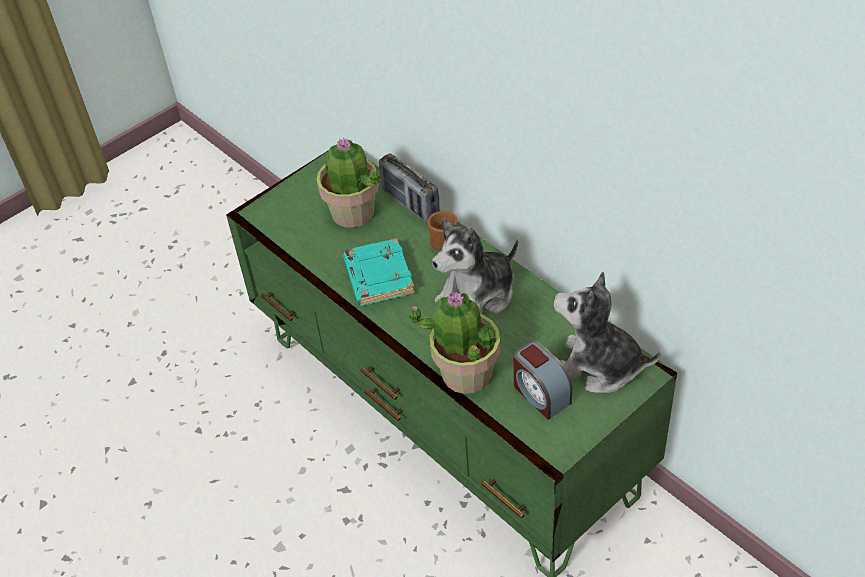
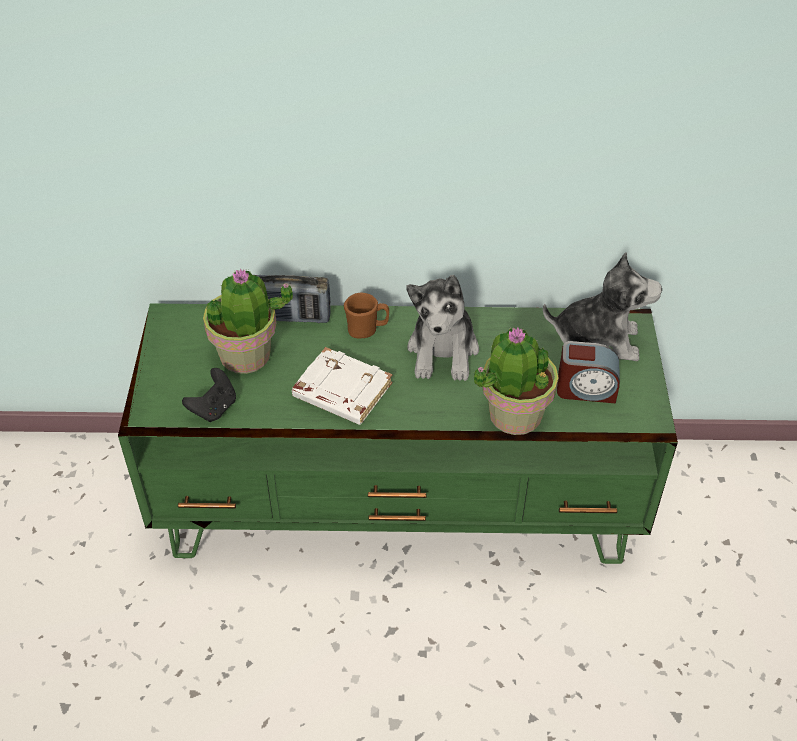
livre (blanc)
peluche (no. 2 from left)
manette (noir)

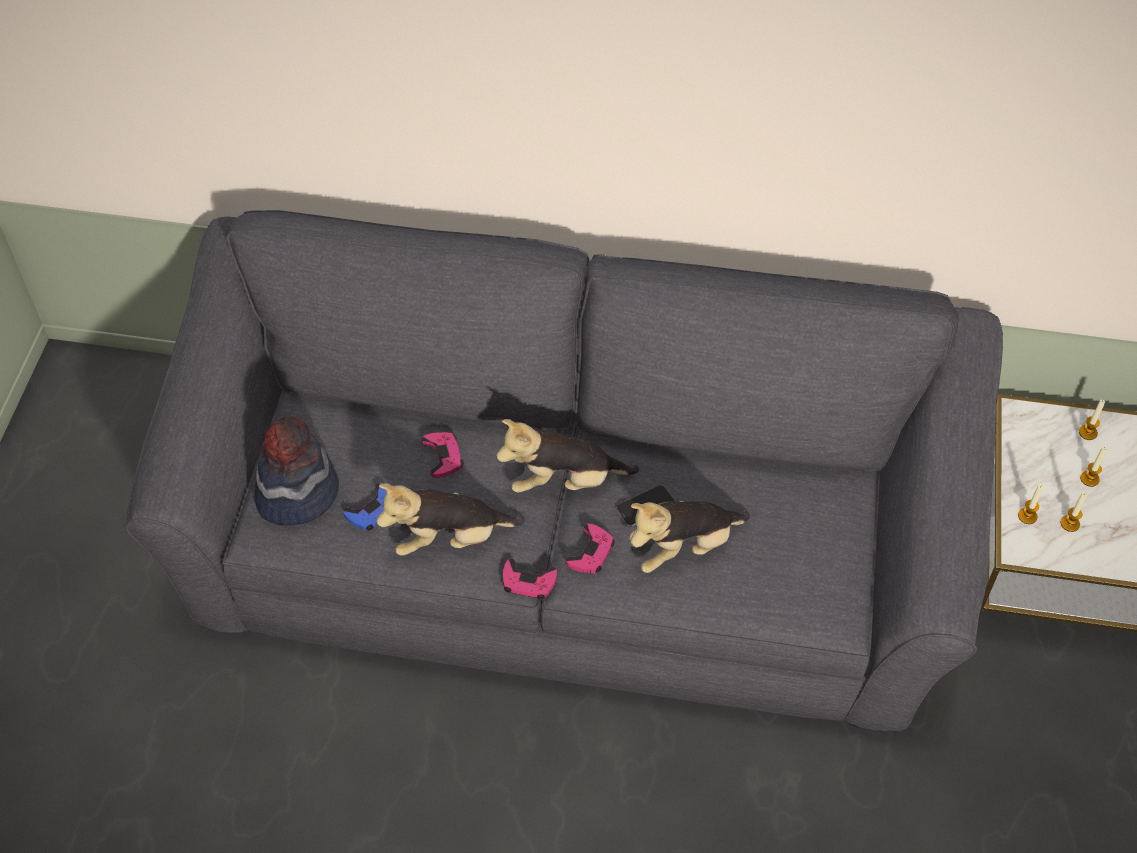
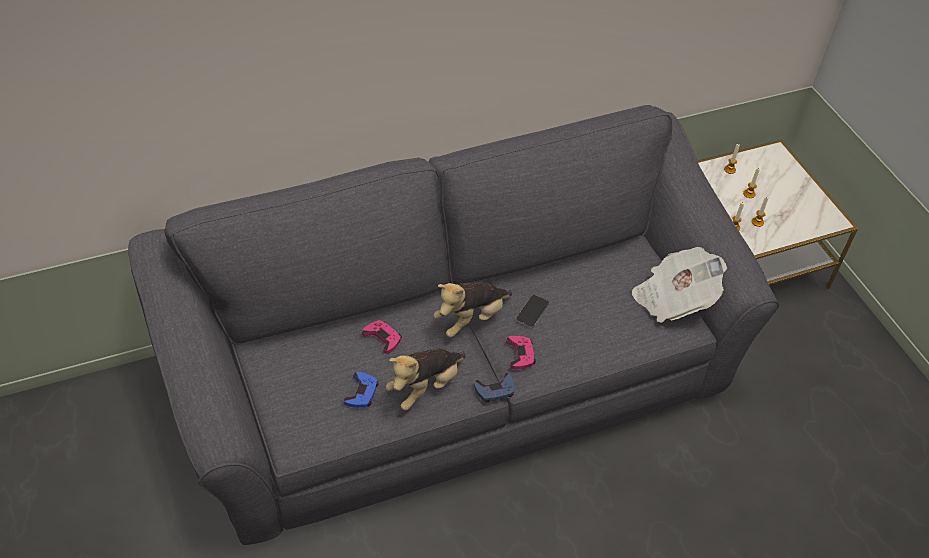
chapeau
peluche (no. 3 from left in the first image)
manette (bleu) (no. 2 from left)
journal

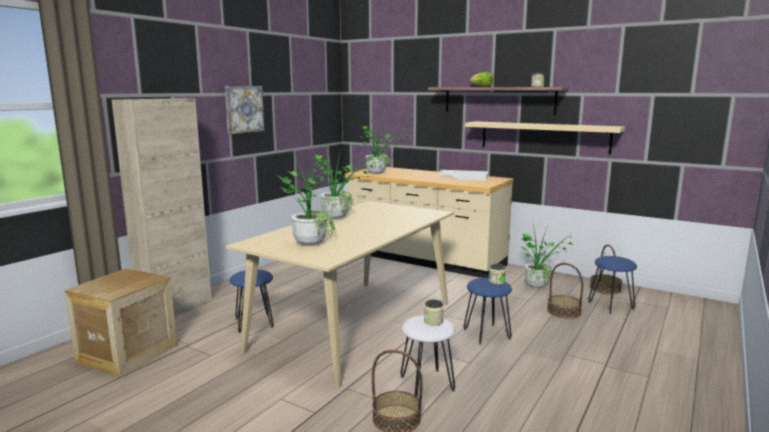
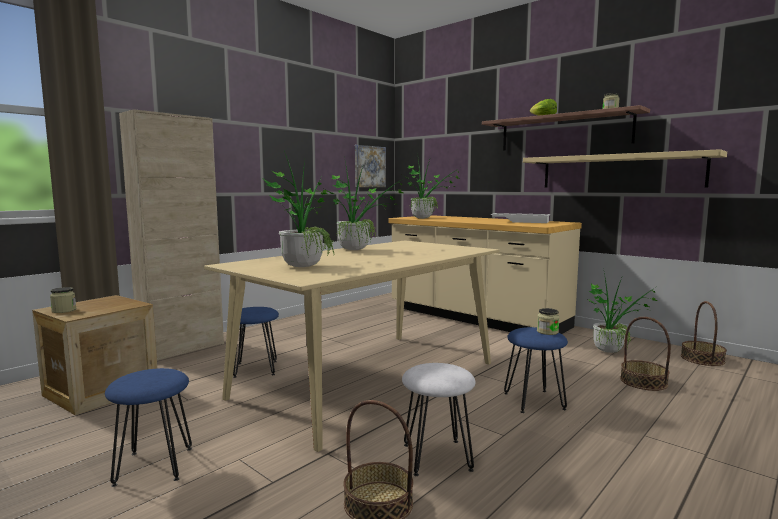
tableau
tabouret (bleu) (no. 1 from left)
bocal (no. 1 from left)

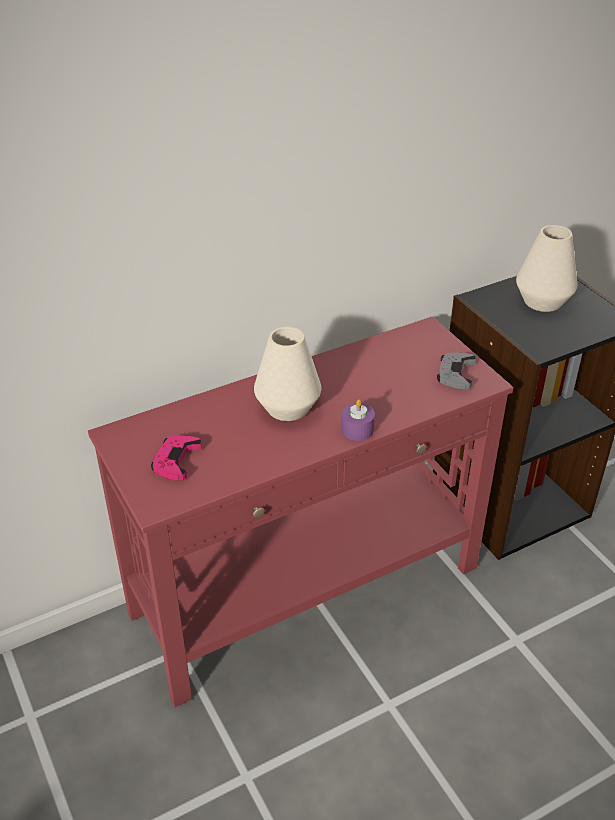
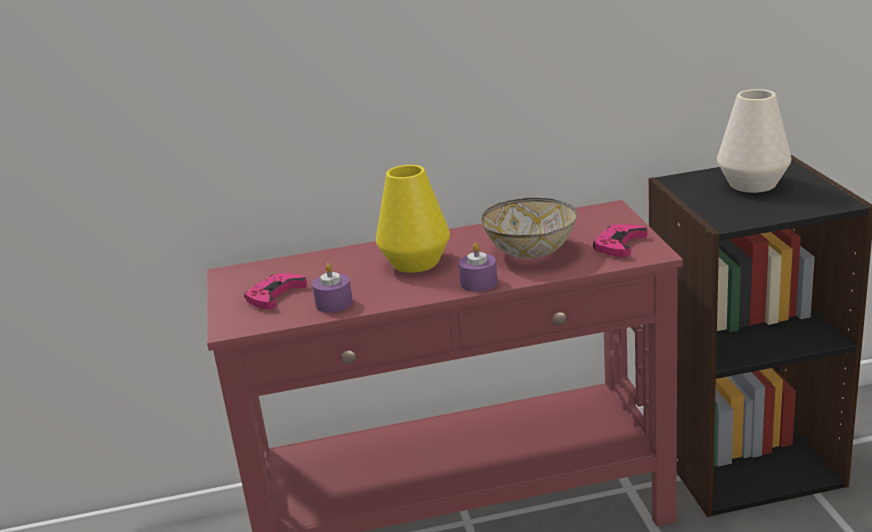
vase (jaune)
manette (rose) (no. 2 from left)
bol
bougie (violet) (no. 1 from left)

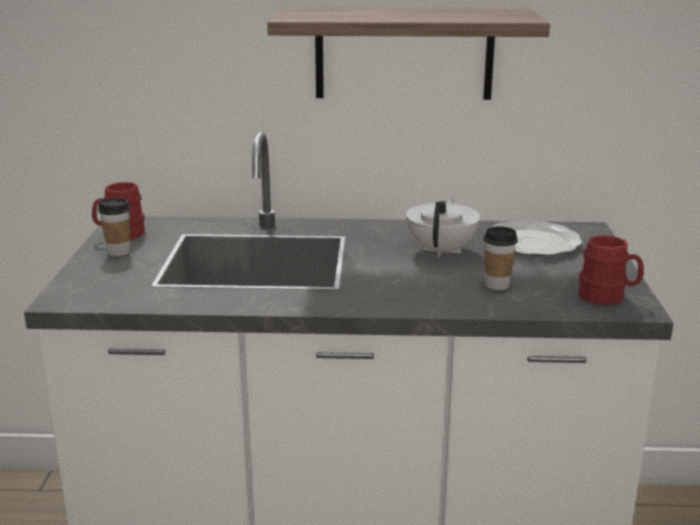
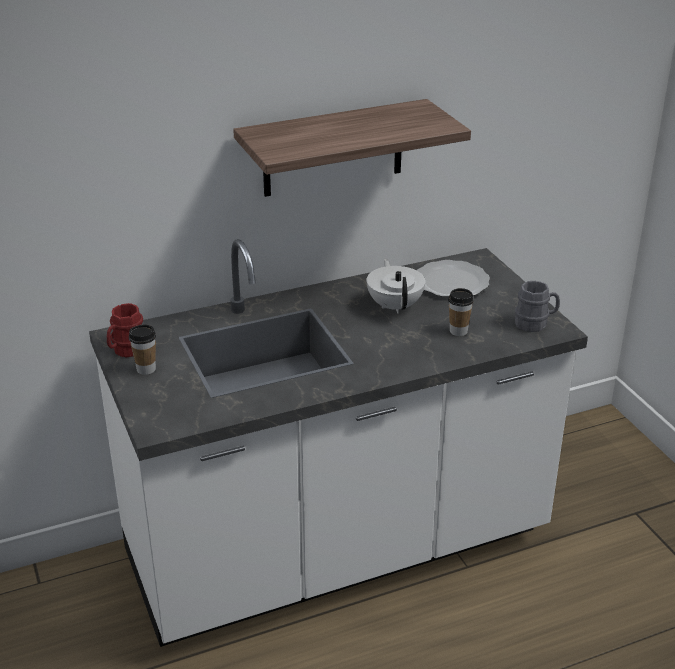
mug (gris)

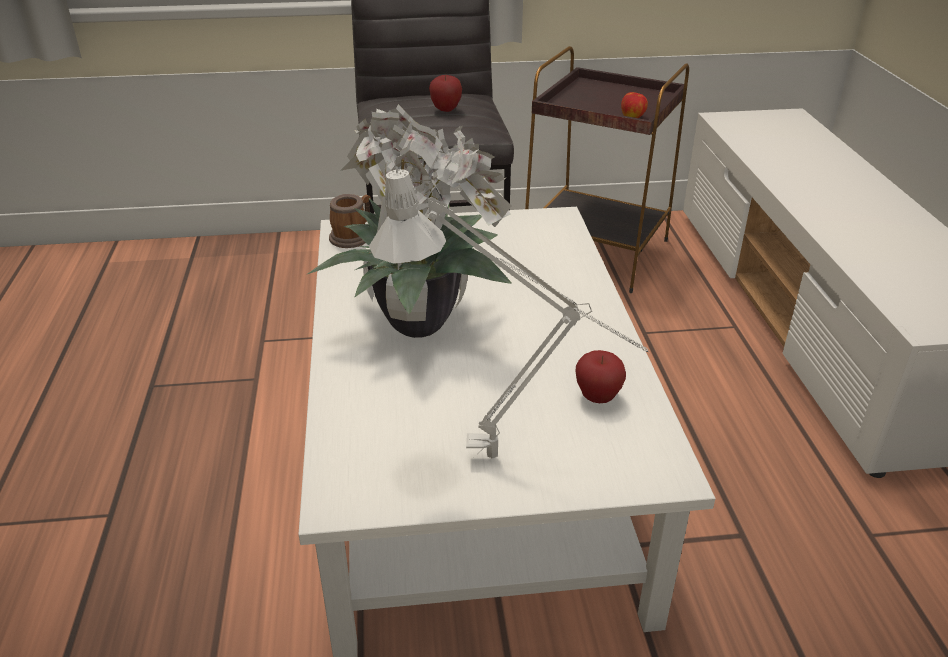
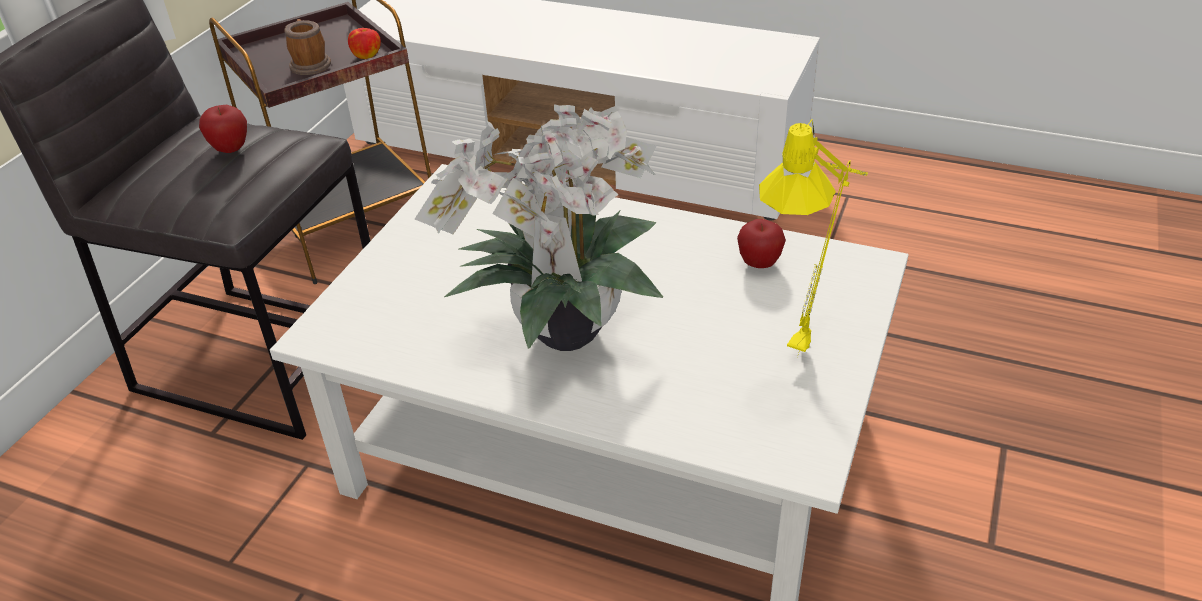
lampe de table (jaune)
mug

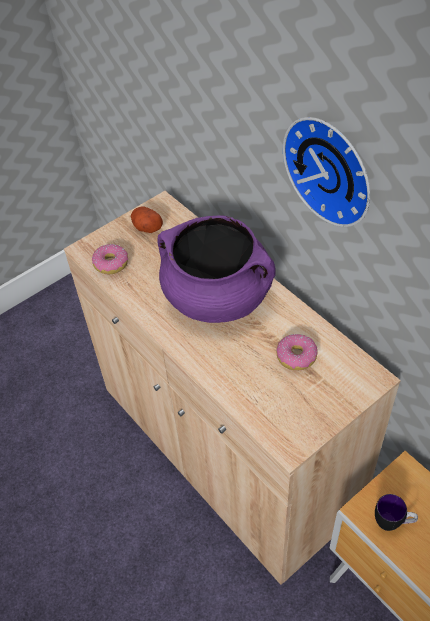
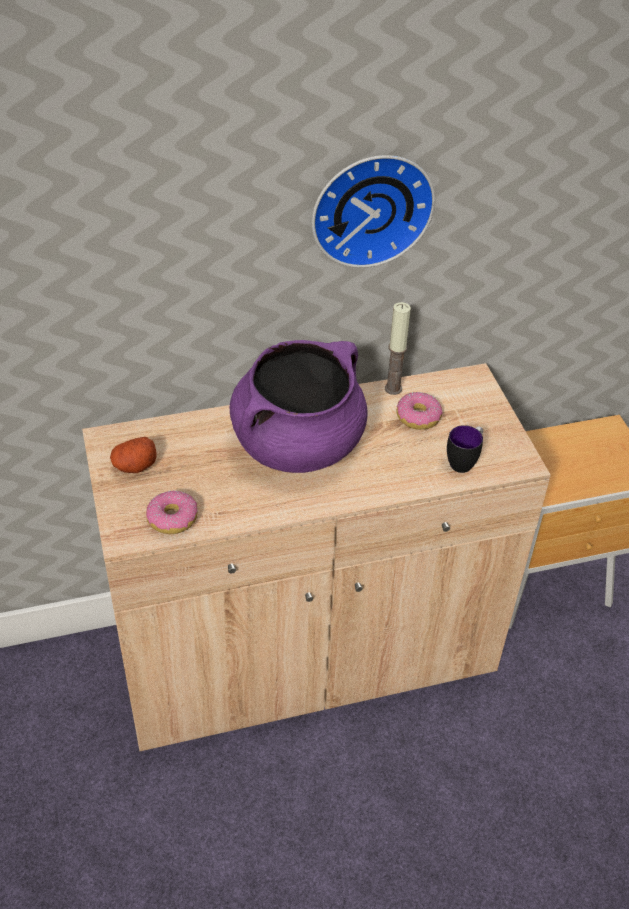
mug
bougie

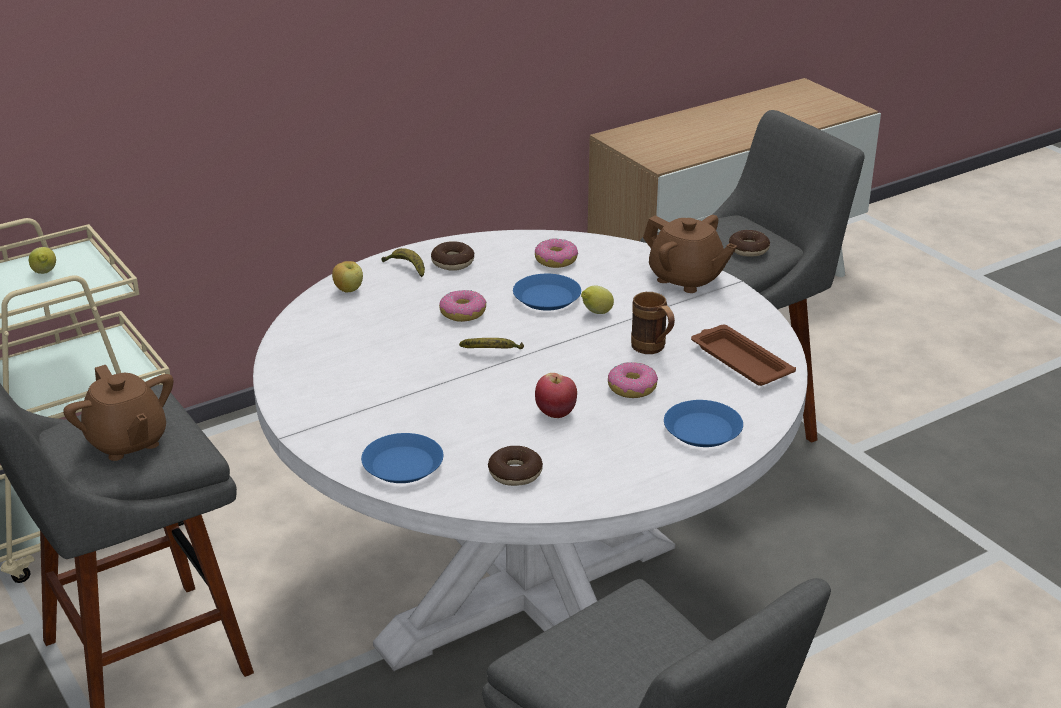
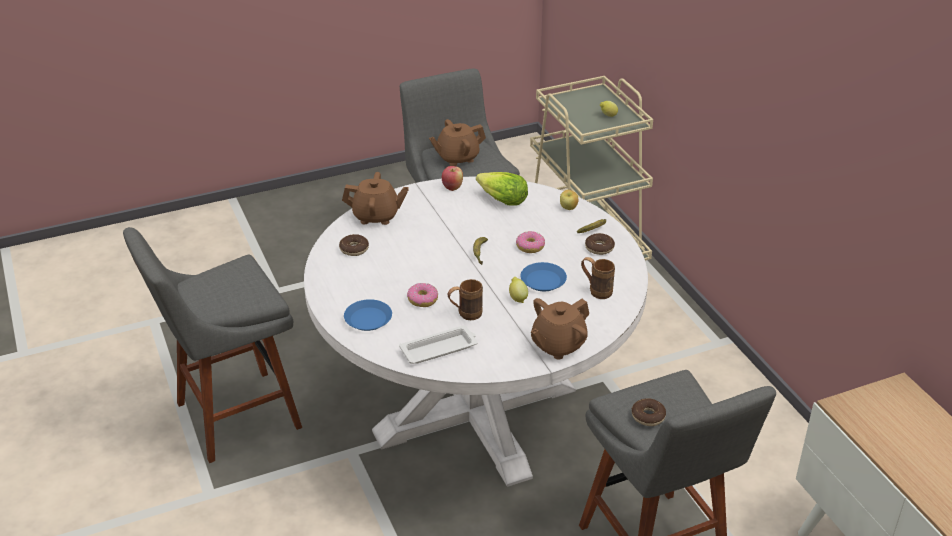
mug (marron) (no. 2 from left)
plateau (blanc)
pomme (no. 1 from left)
théière (marron) (no. 1 from left)
laitue

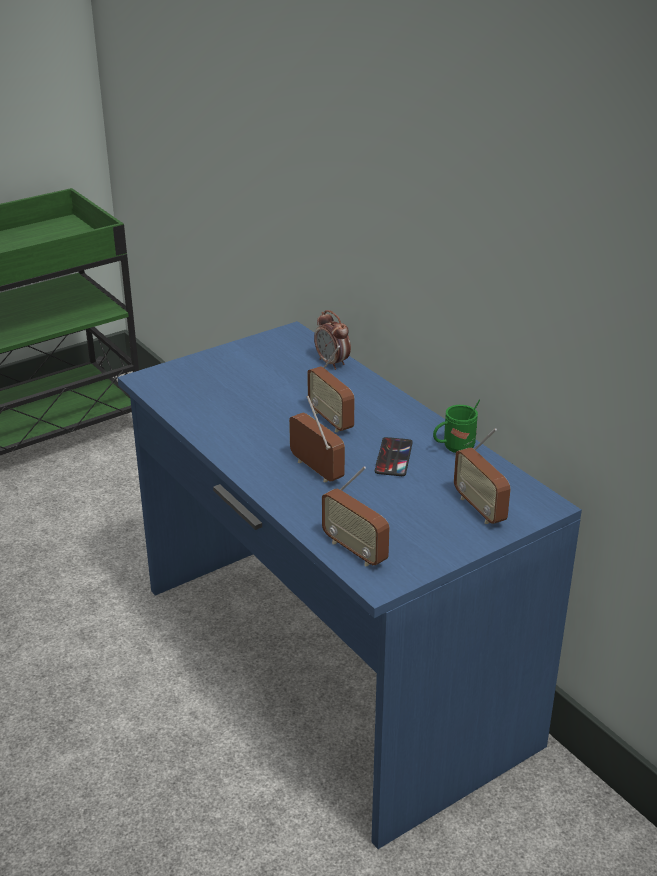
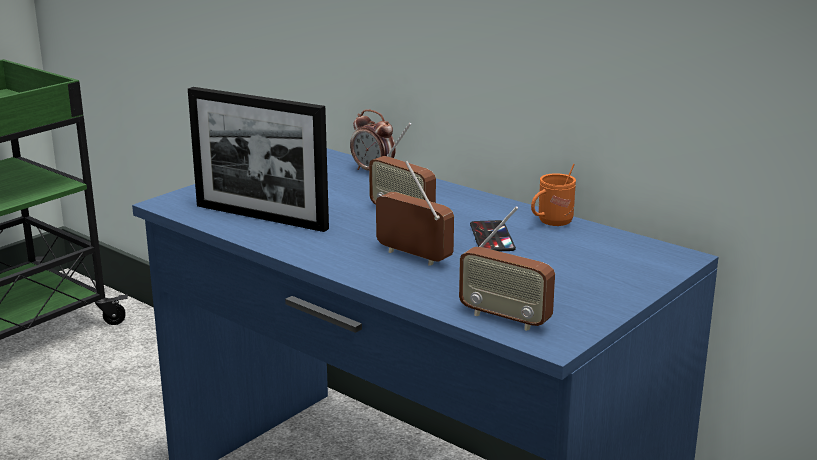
mug (orange)
radio (no. 4 from left in the first image)
cadre photo

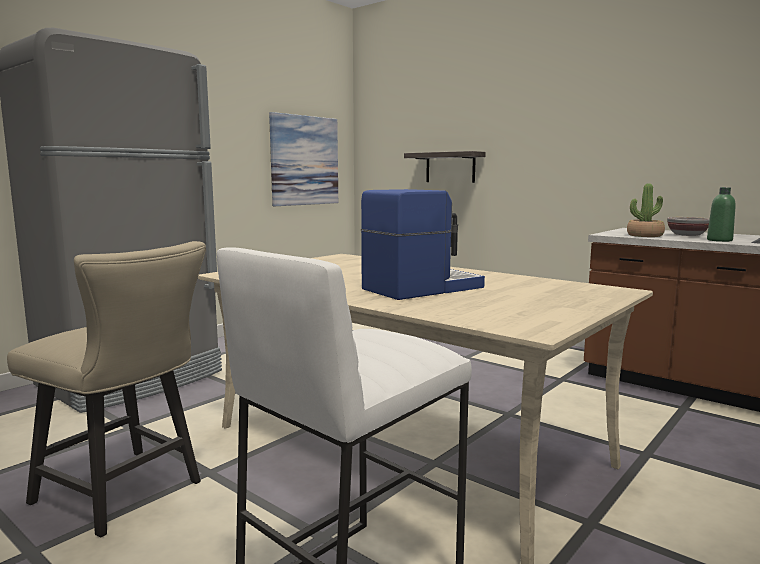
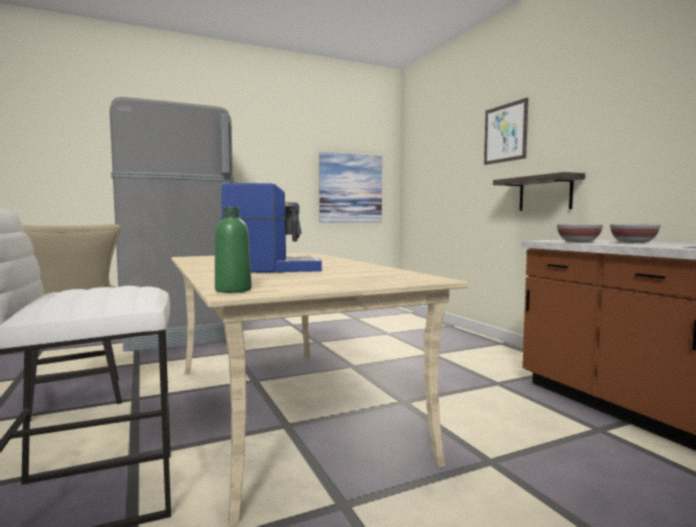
étagère
bol (no. 1 from left)
bouteille (vert)
tableau (no. 2 from left)

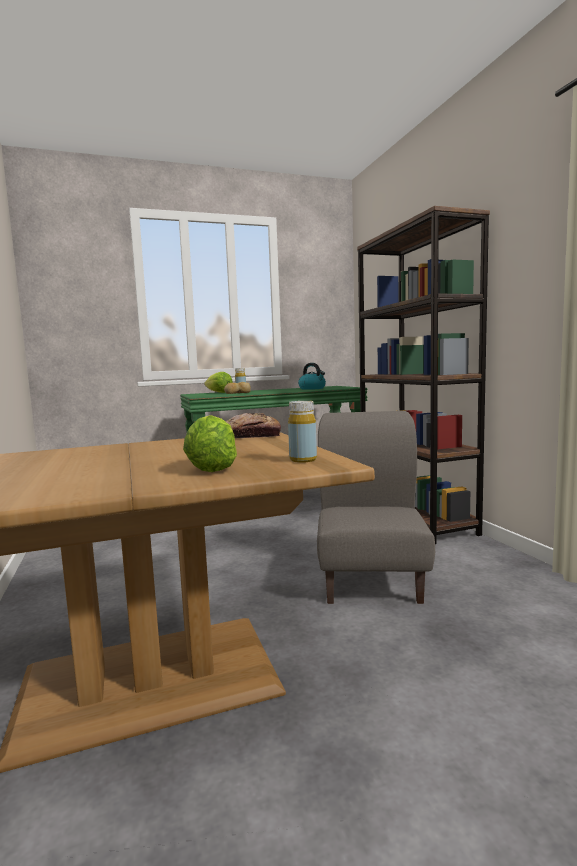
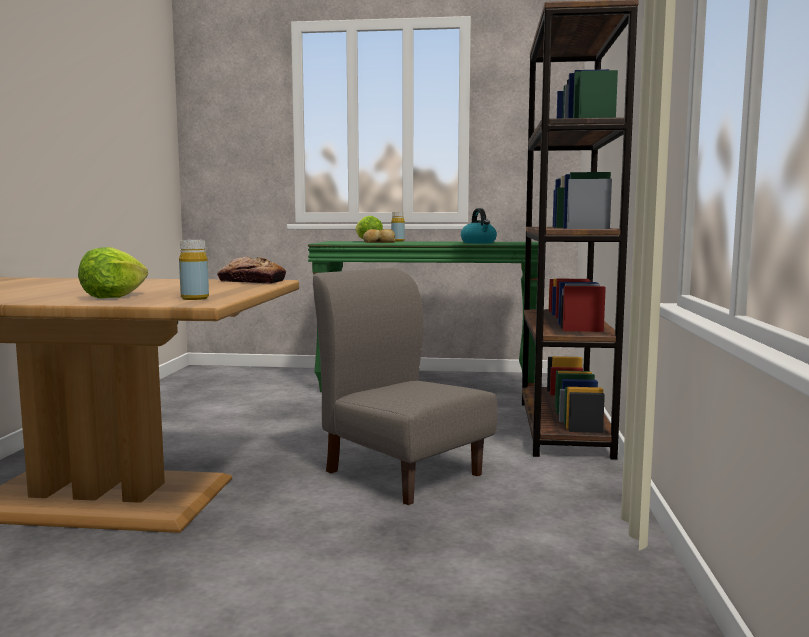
chaise (gris)

